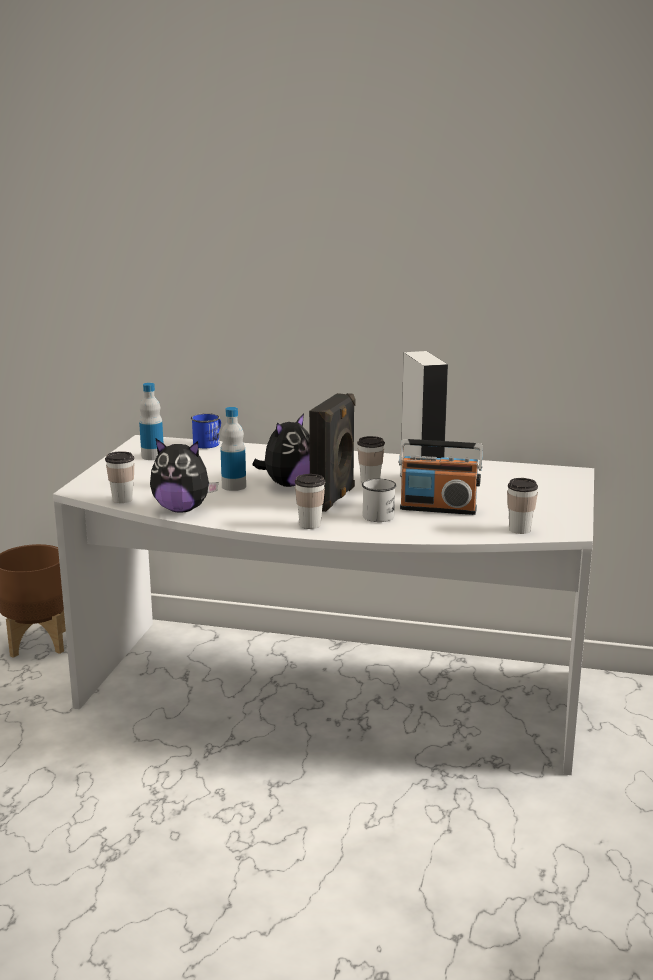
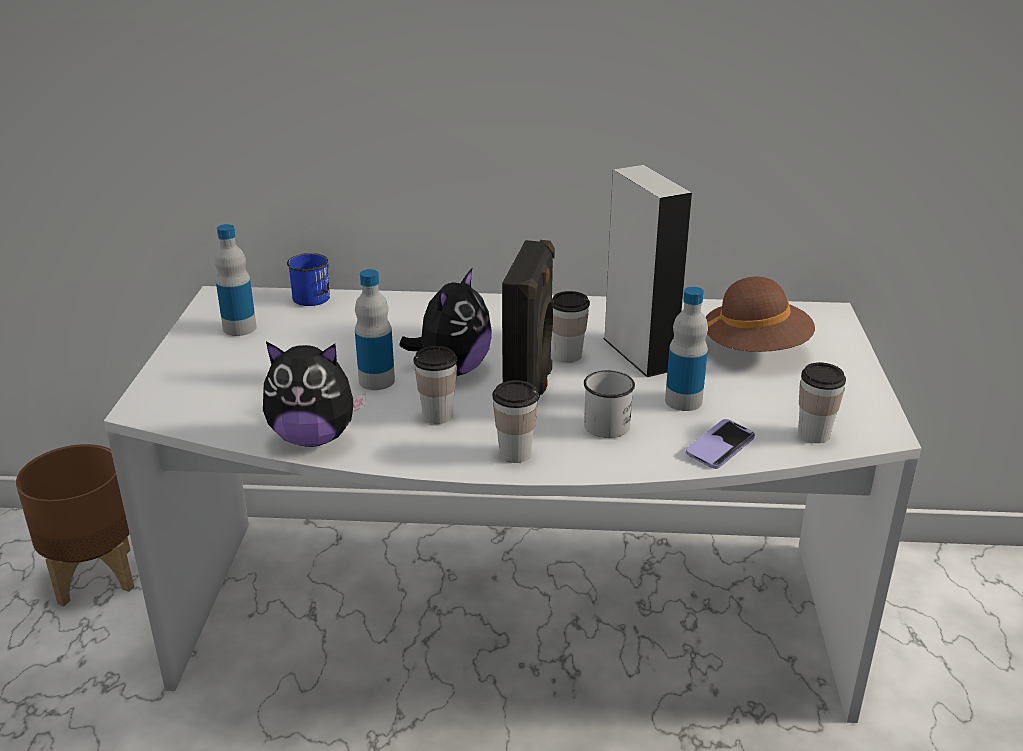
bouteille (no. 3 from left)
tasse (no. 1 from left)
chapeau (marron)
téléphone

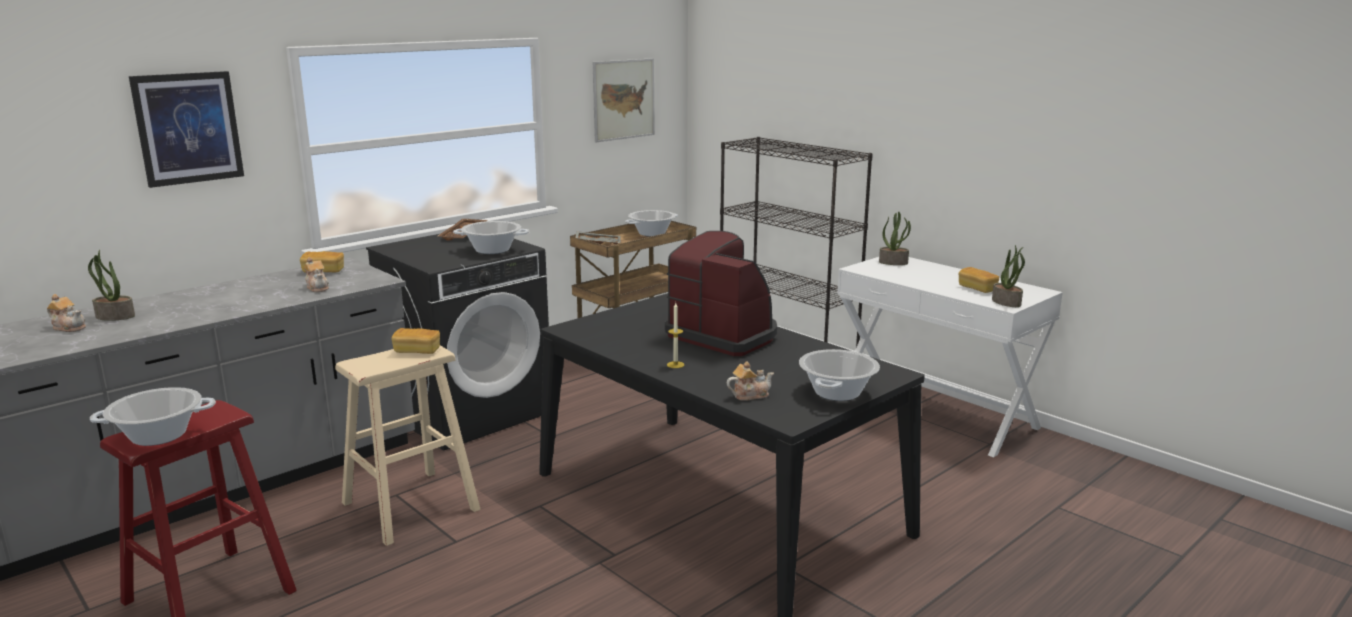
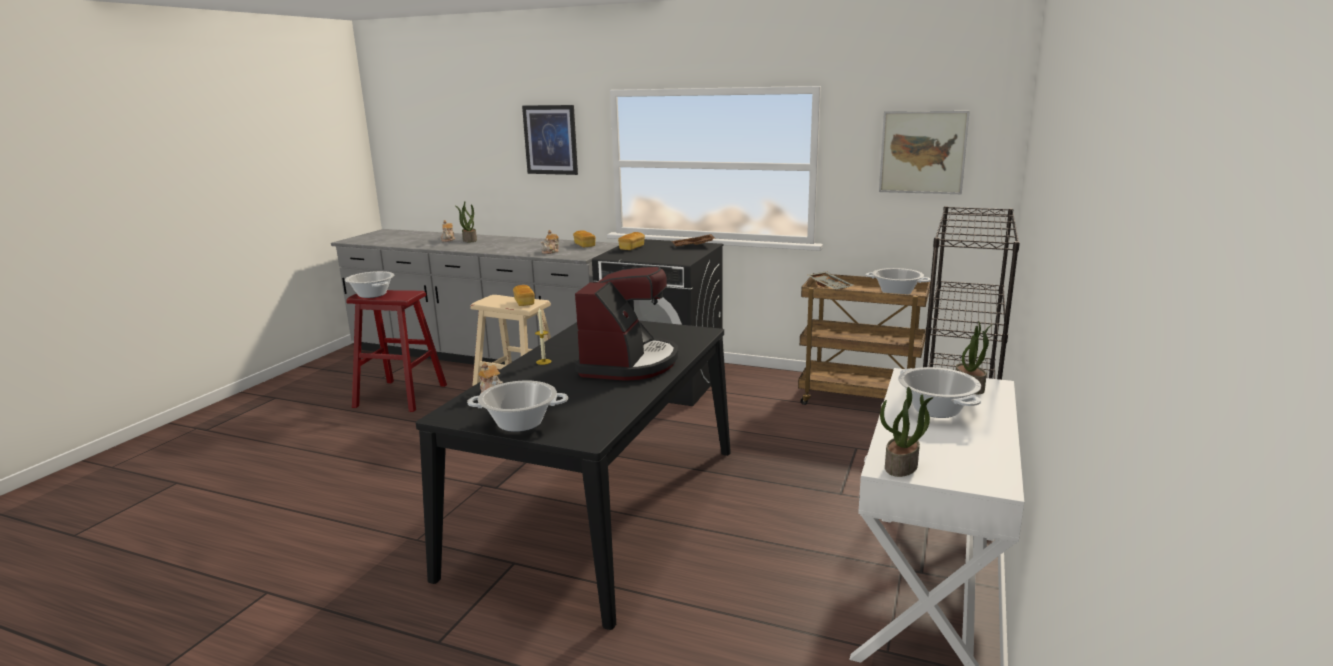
marmite (no. 4 from left)
pain (no. 3 from left)

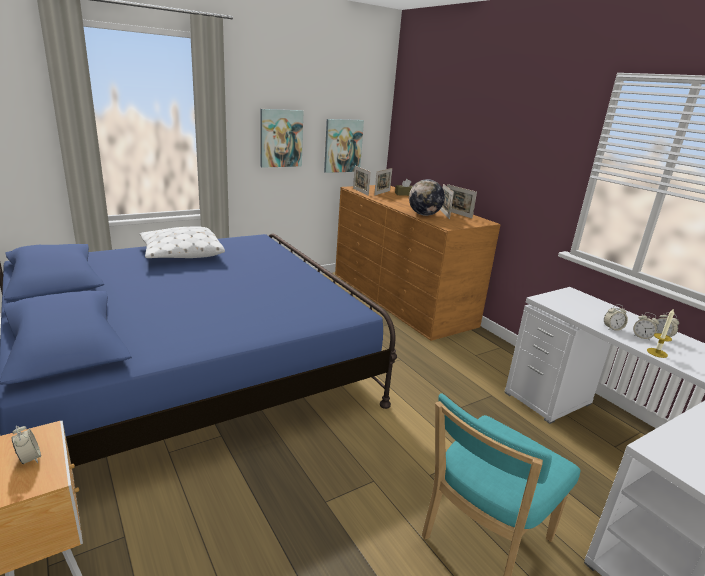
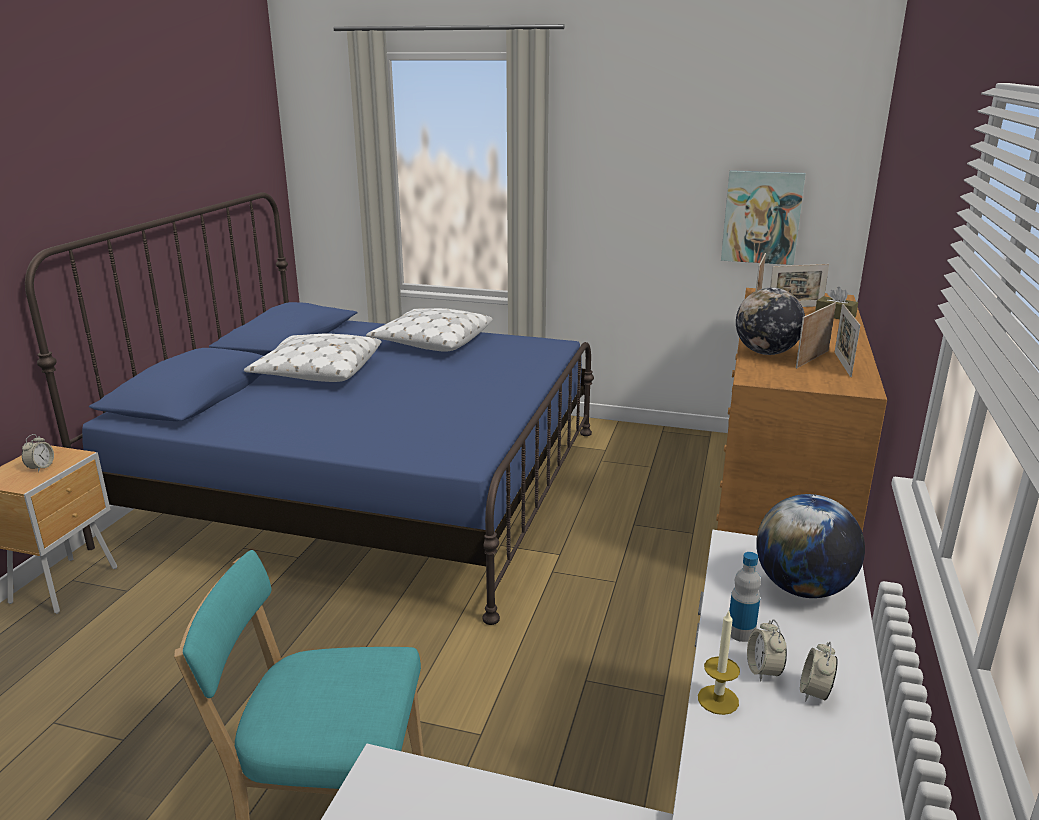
tableau (no. 1 from left in the first image)
bouteille
coussin (blanc) (no. 1 from left)
globe (no. 2 from left)

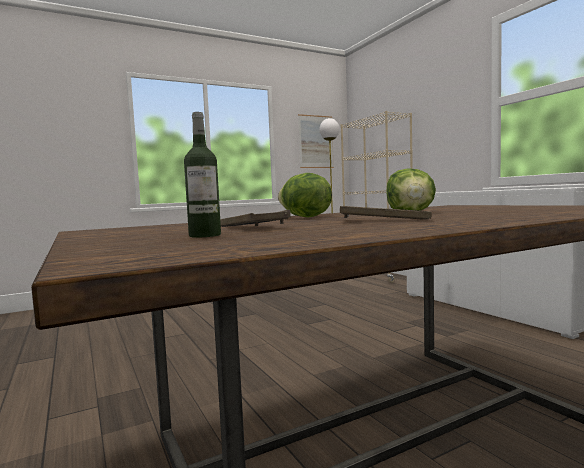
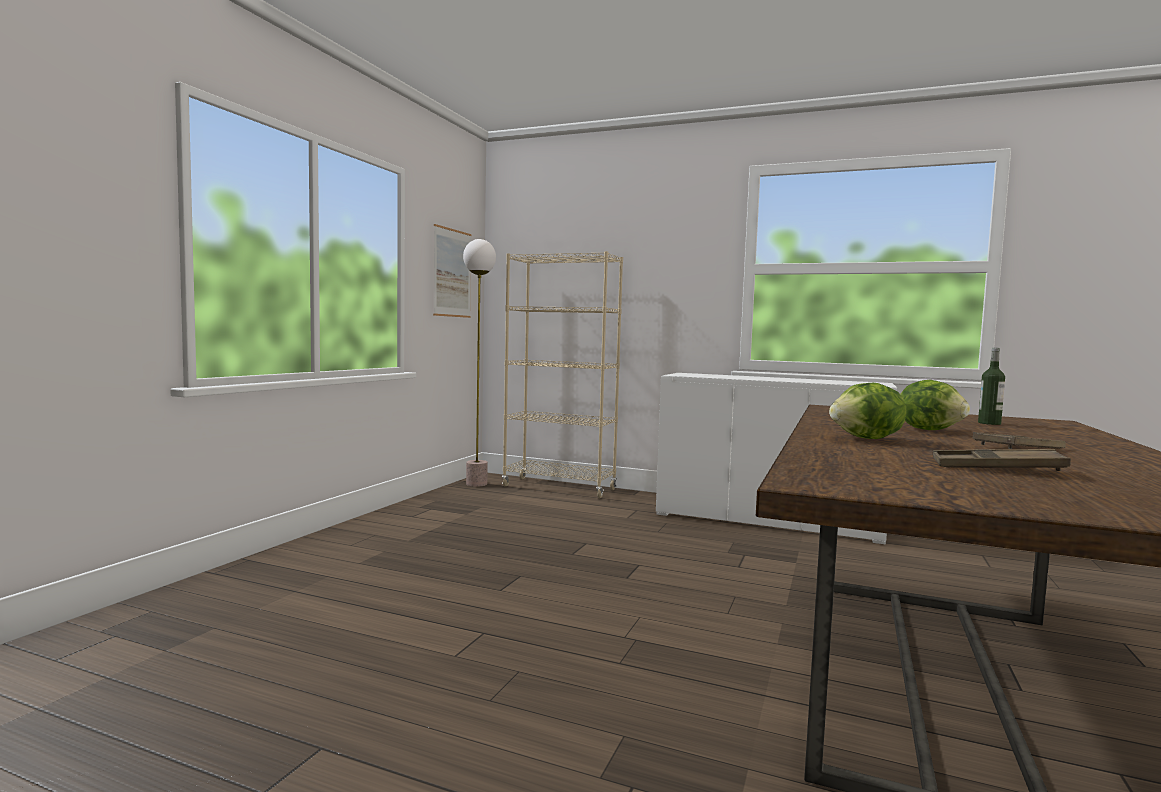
bouteille

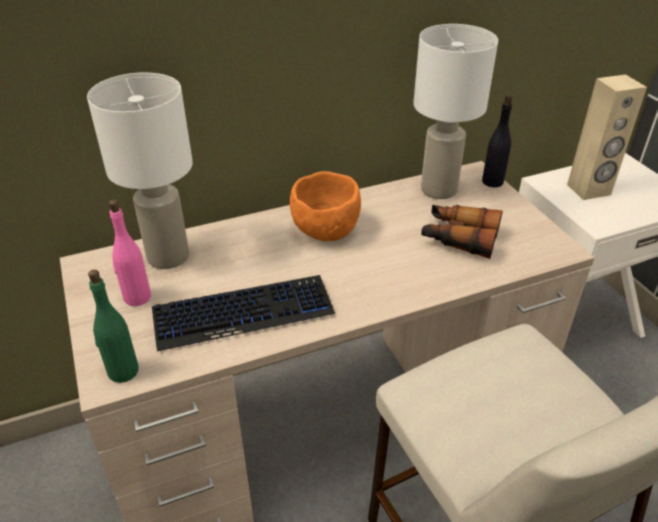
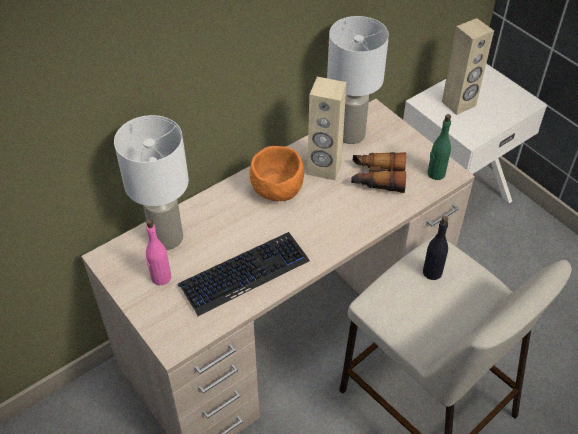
bouteille (noir)
bouteille (vert)
enceinte (beige) (no. 1 from left)

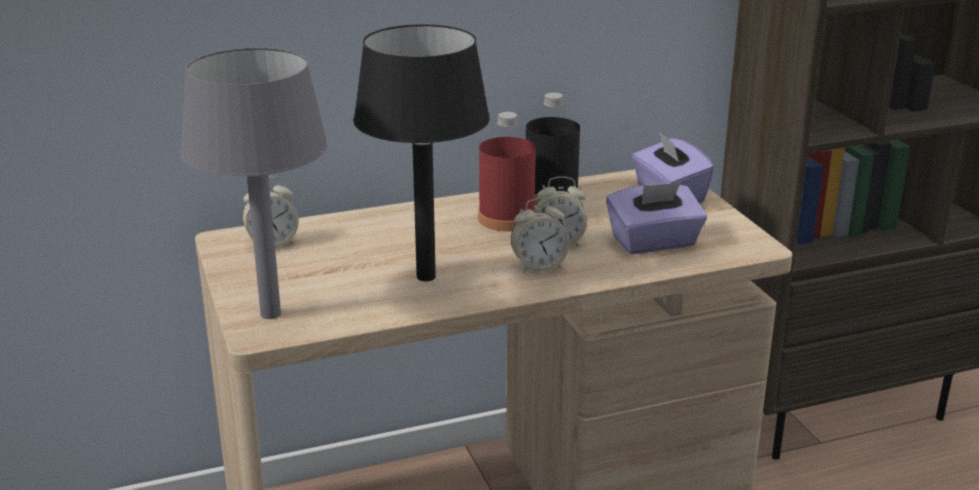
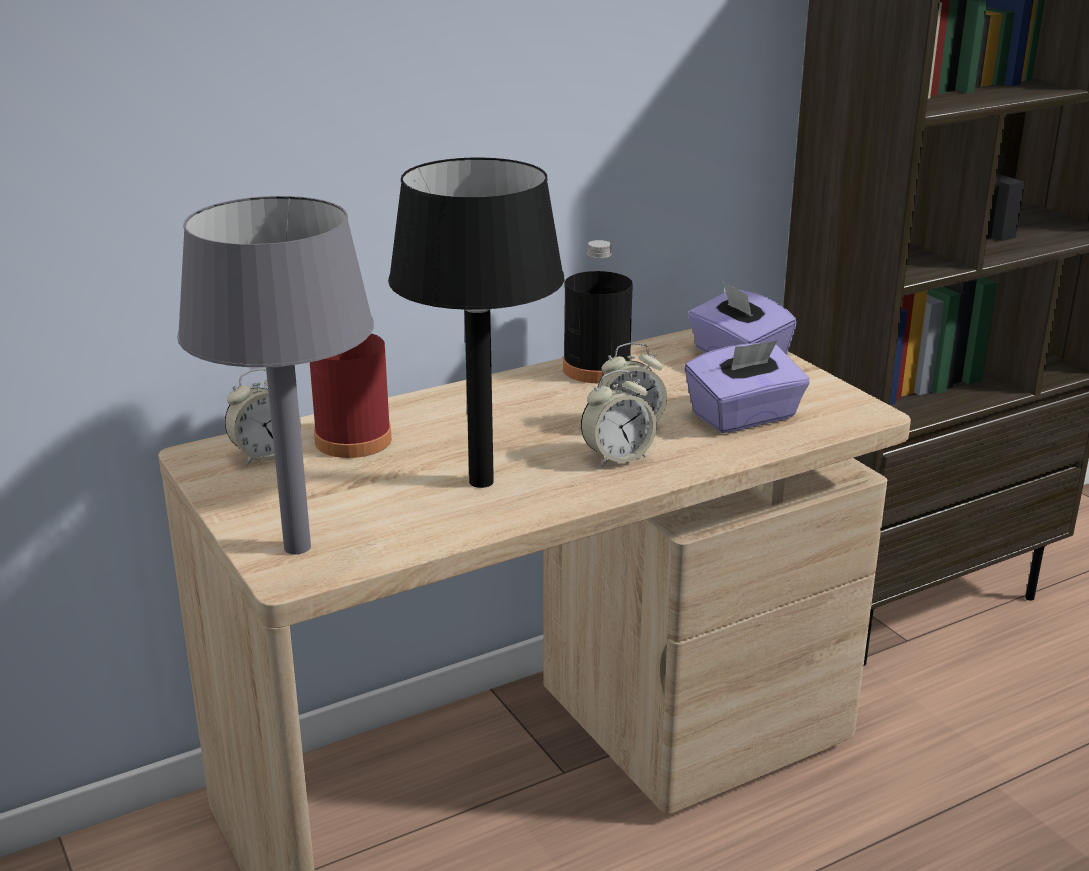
bouteille (rouge)

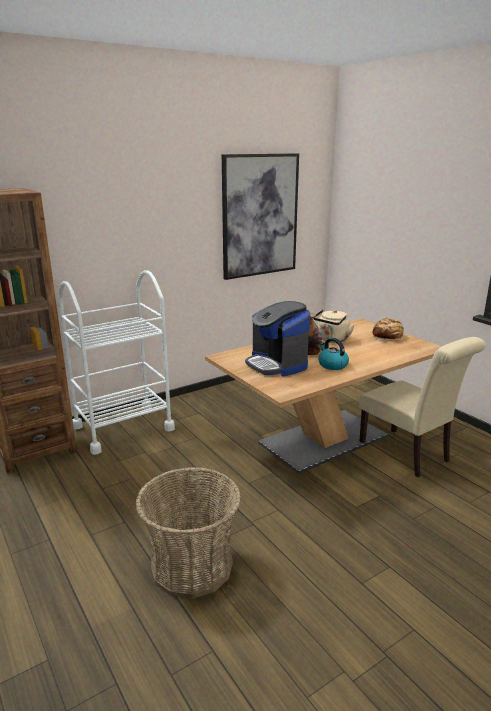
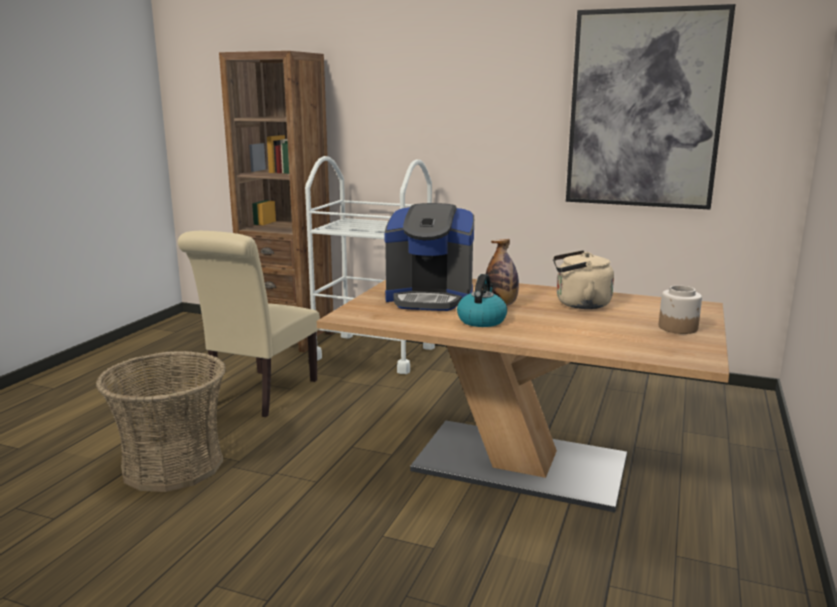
machine à café
bocal
chaise (beige)

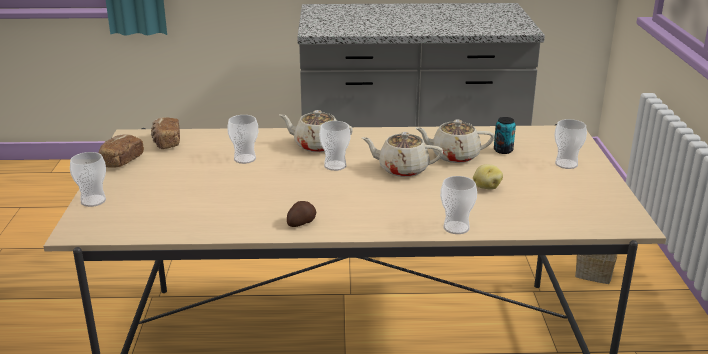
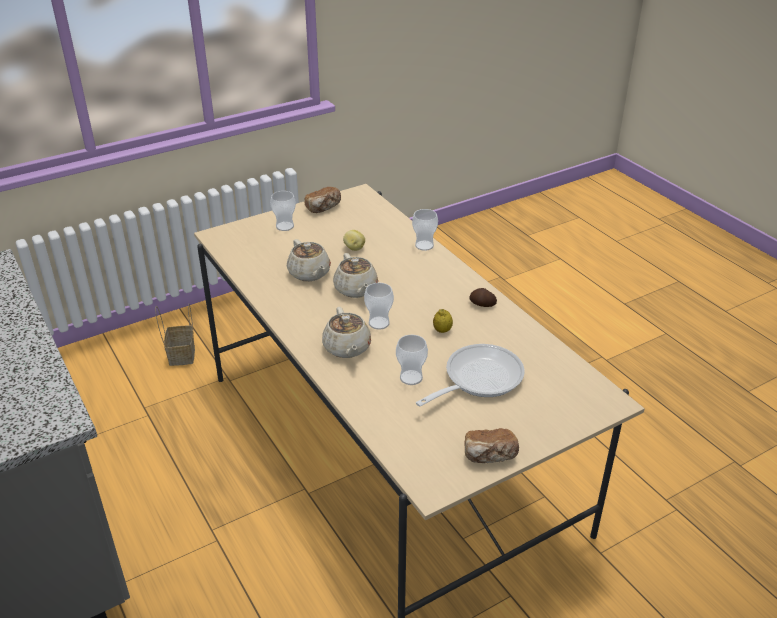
pain (no. 1 from left)
boîte métallique
tasse (no. 1 from left in the first image)
citron
poêle

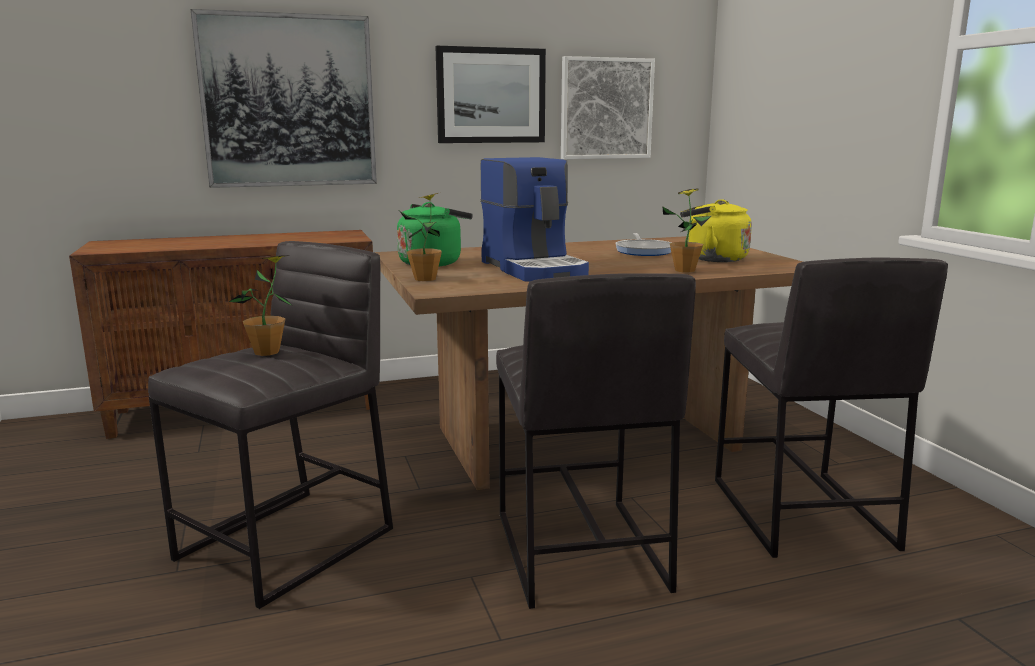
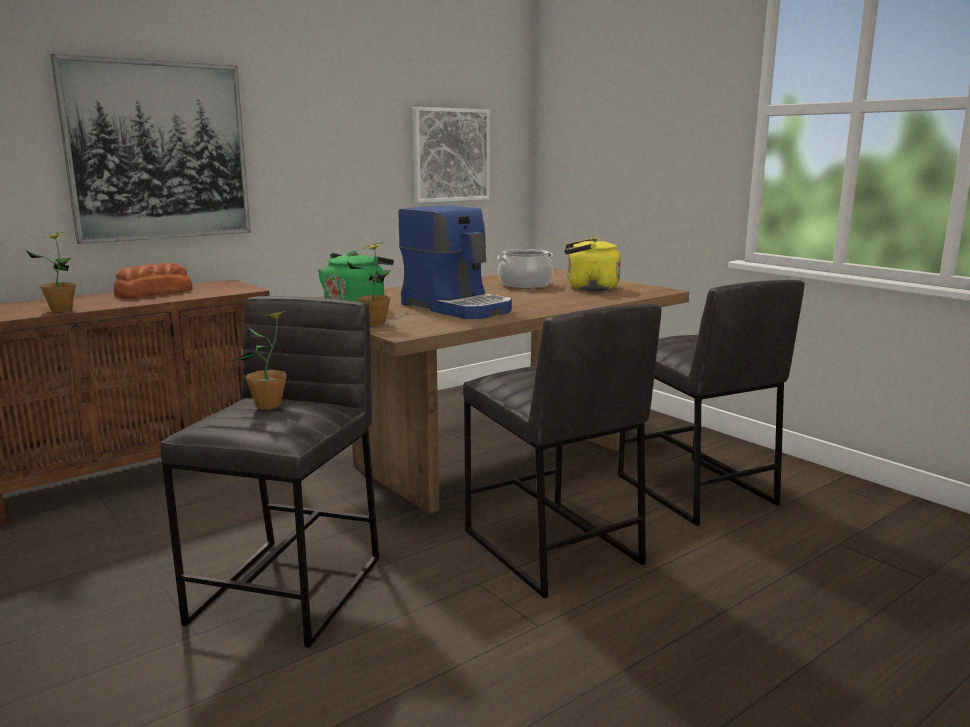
tableau (no. 2 from left in the first image)
plante en pot (no. 1 from left)
marmite
pain

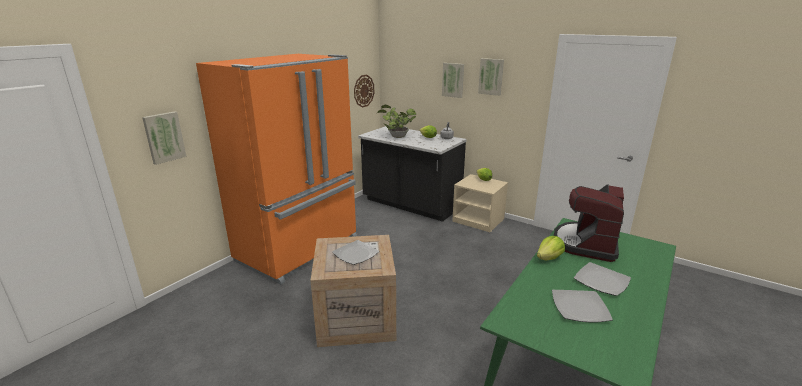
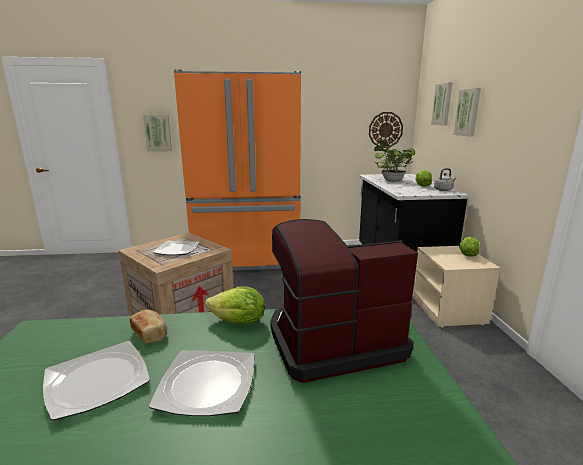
tableau (no. 2 from left)
pain

